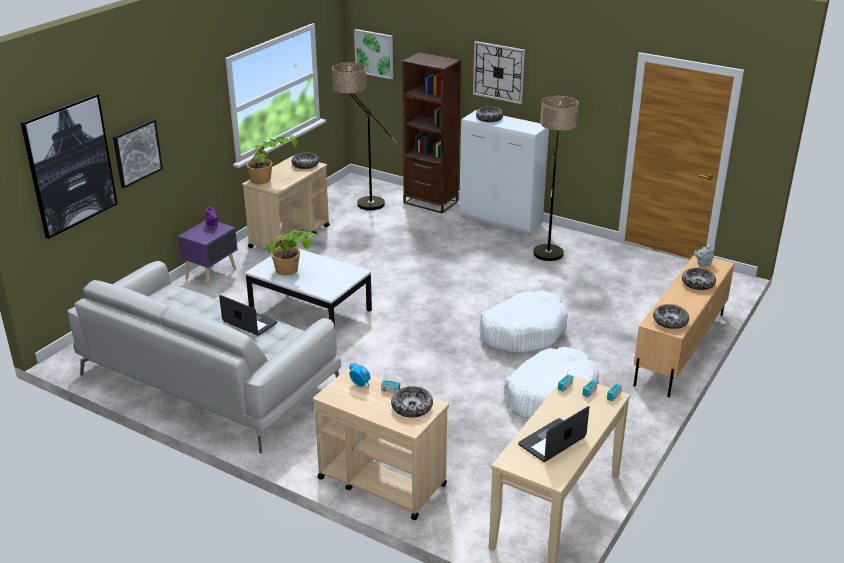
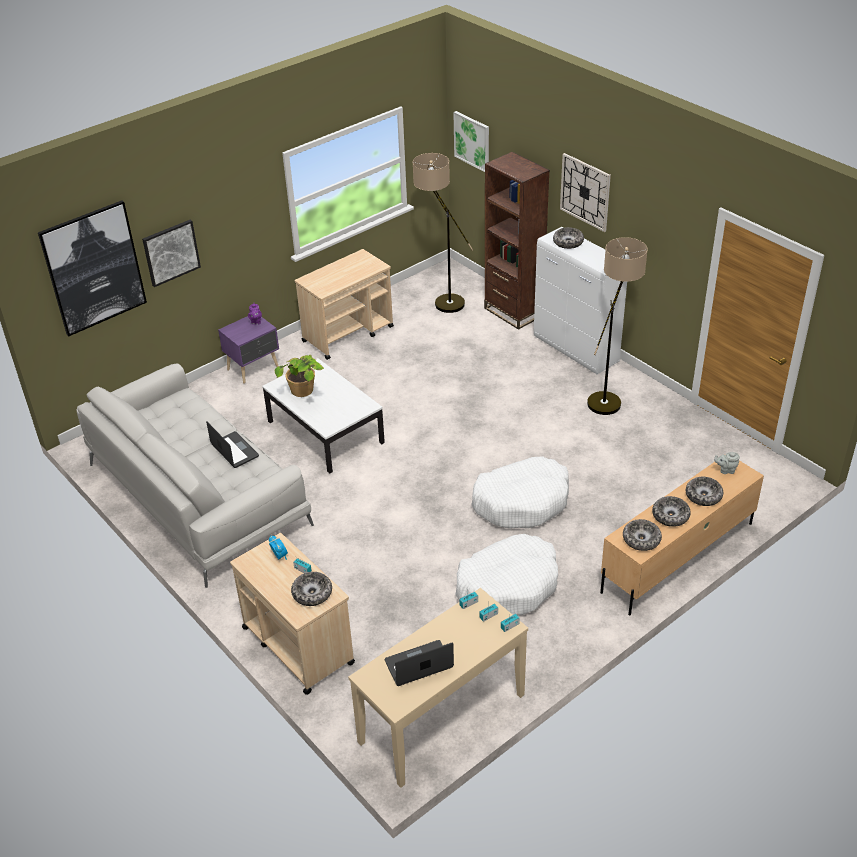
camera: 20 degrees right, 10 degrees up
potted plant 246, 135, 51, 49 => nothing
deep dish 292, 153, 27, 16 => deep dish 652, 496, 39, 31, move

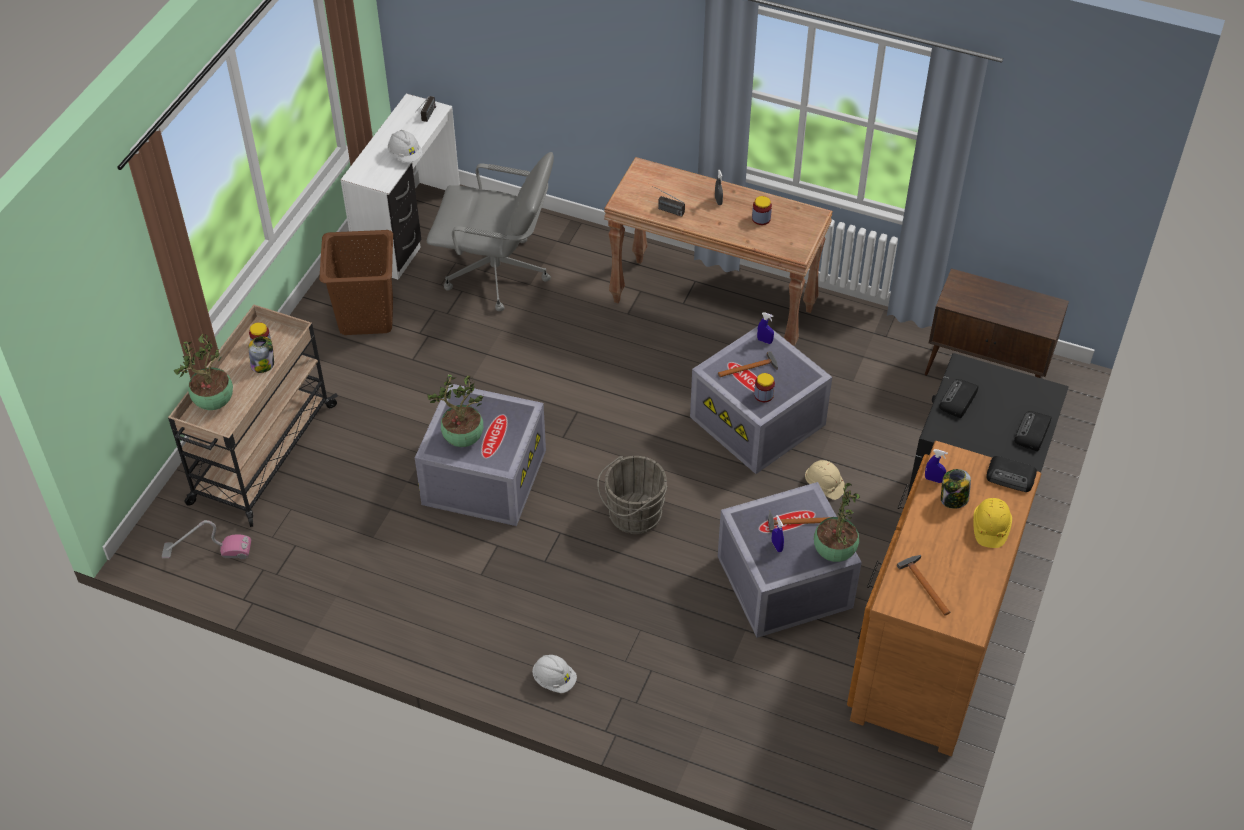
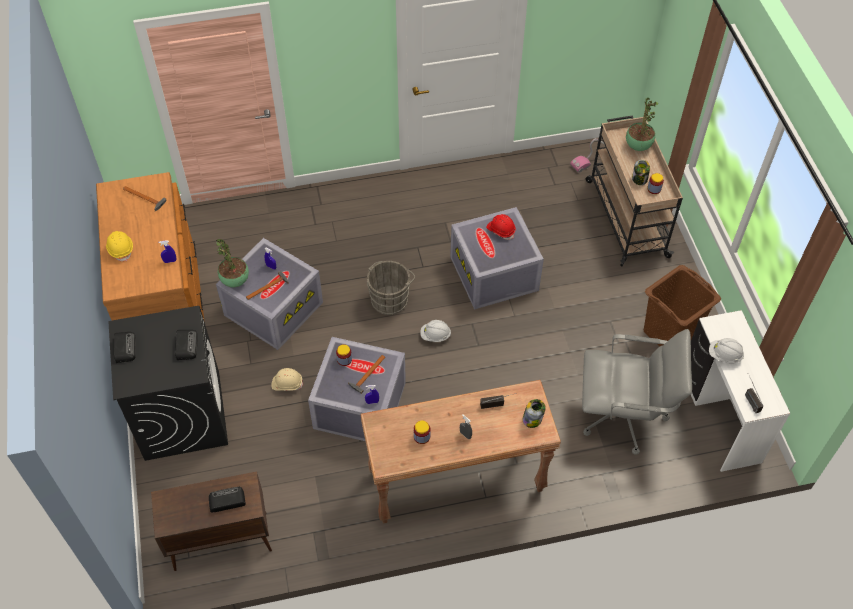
camera: 145 degrees right, 5 degrees up
gray desk chair 427, 152, 127, 159 => gray desk chair 582, 329, 110, 126, 150 degrees counterclockwise
potted plant 428, 374, 56, 73 => reddish safety helmet 486, 214, 30, 26
radio 986, 456, 51, 36 => radio 209, 487, 37, 26, move
jar 941, 469, 30, 40 => jar 523, 399, 23, 29, move
white safety helmet 532, 655, 45, 38 => white safety helmet 420, 320, 31, 22, move

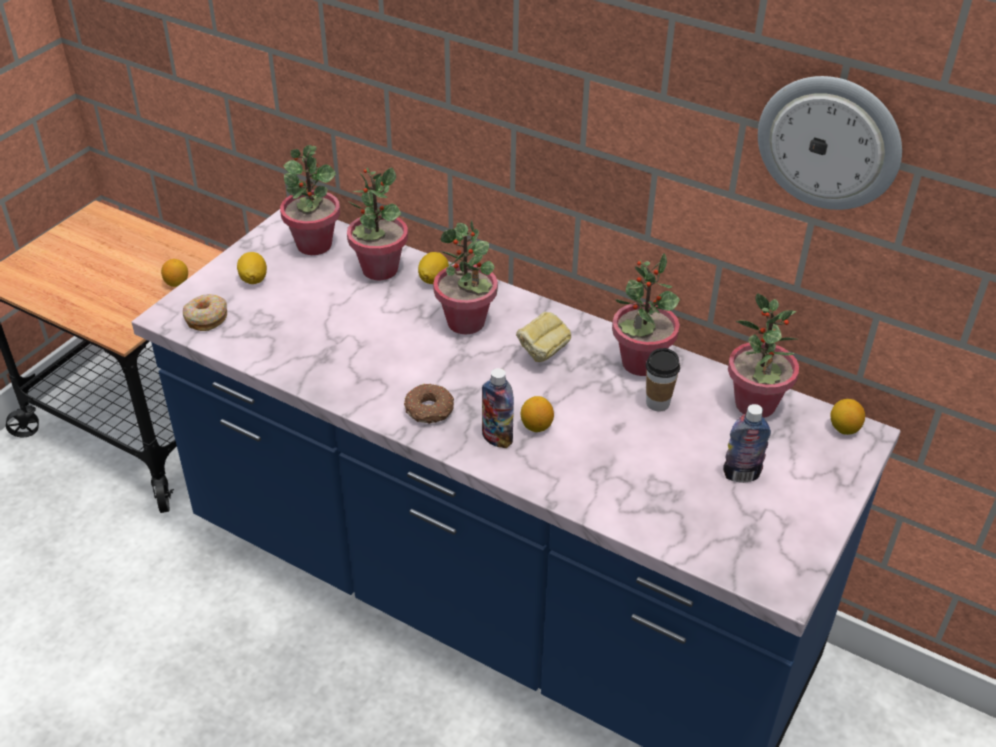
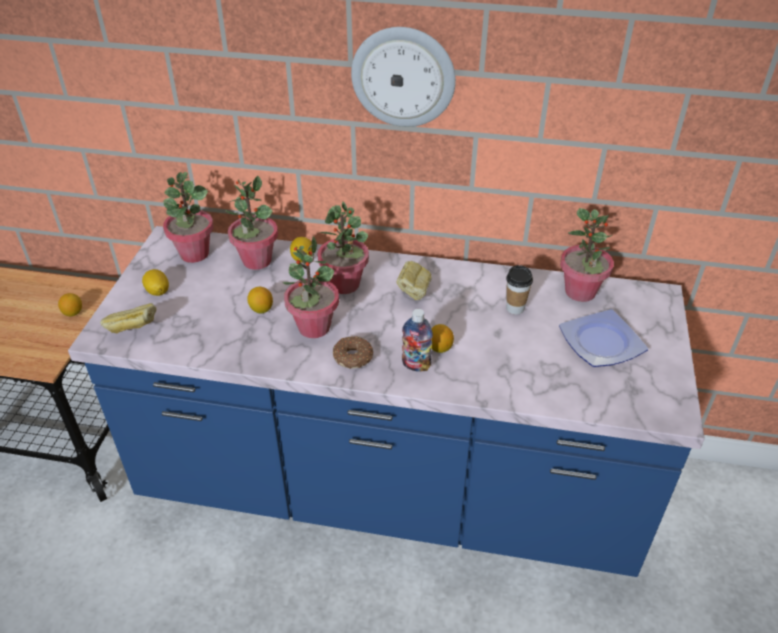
camera: 20 degrees left, 0 degrees up
wall clock 758, 76, 144, 134 => wall clock 351, 27, 105, 100, move
potted plant 612, 253, 68, 123 => potted plant 283, 236, 56, 102, move
ring doughnut 183, 294, 44, 37 => baked bread 100, 303, 56, 30
whole lemon 831, 399, 34, 36 => whole lemon 247, 287, 26, 27, move
drink bottle 723, 404, 48, 79 => dinner plate 559, 309, 89, 58

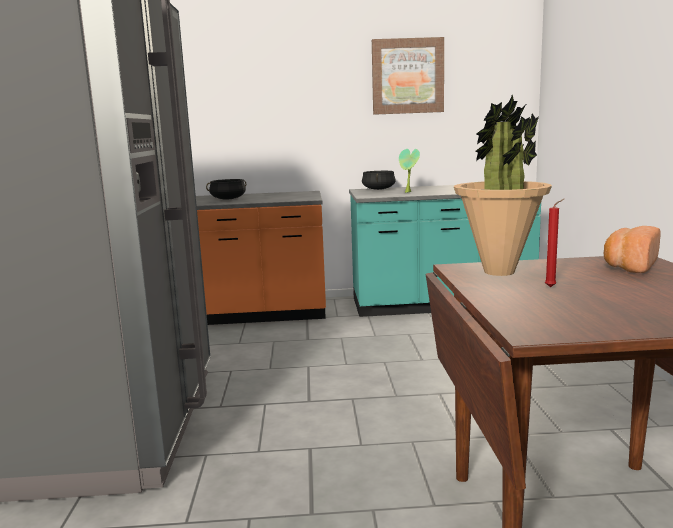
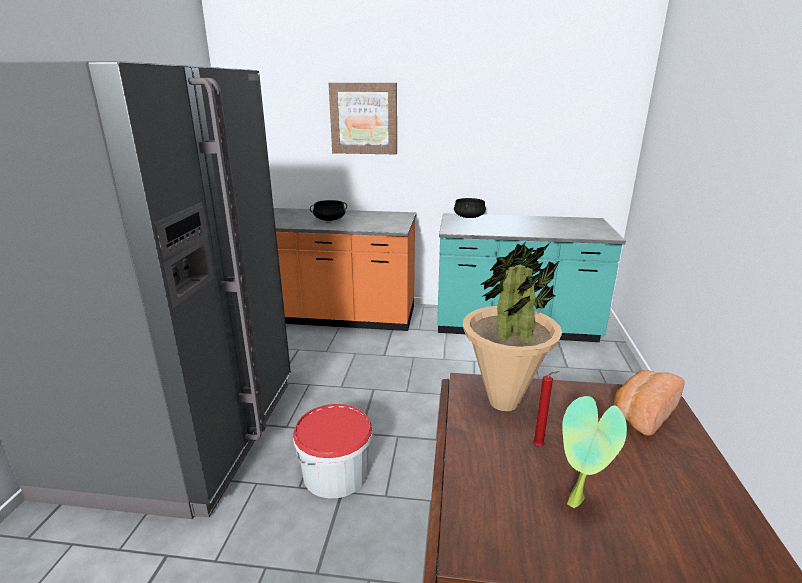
camera: 10 degrees right, 10 degrees up
picture 372, 37, 72, 78 => picture 328, 83, 69, 71, move
potted plant 399, 149, 21, 44 => potted plant 562, 396, 65, 112, move
nothing => bucket 293, 404, 80, 95

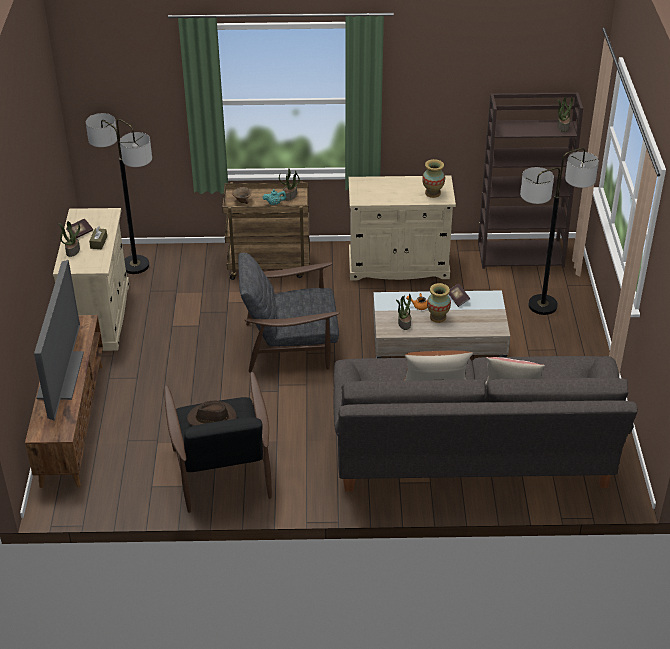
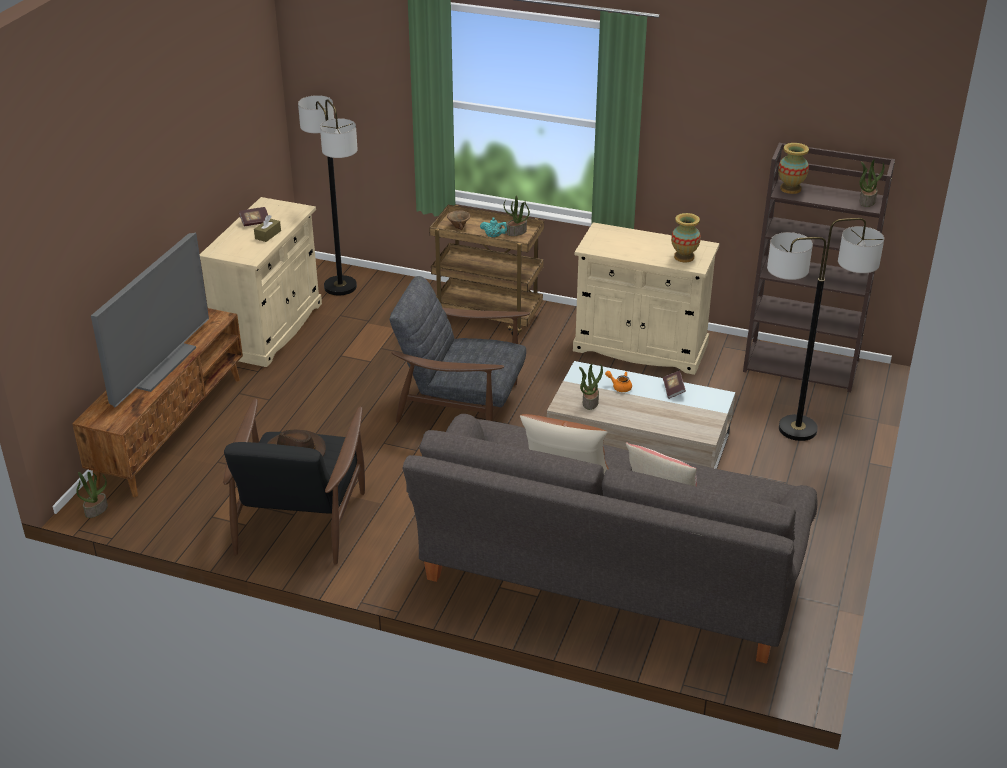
camera: 20 degrees right, 5 degrees down
potted plant 59, 221, 21, 36 => potted plant 76, 472, 32, 46, move
vase 427, 283, 24, 40 => vase 778, 143, 31, 51, move

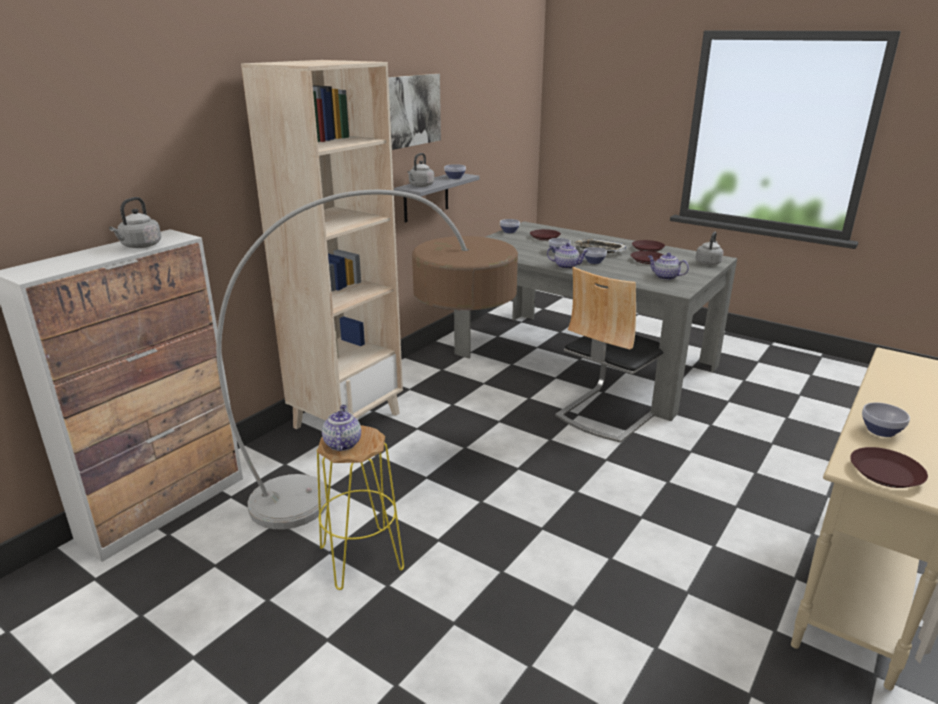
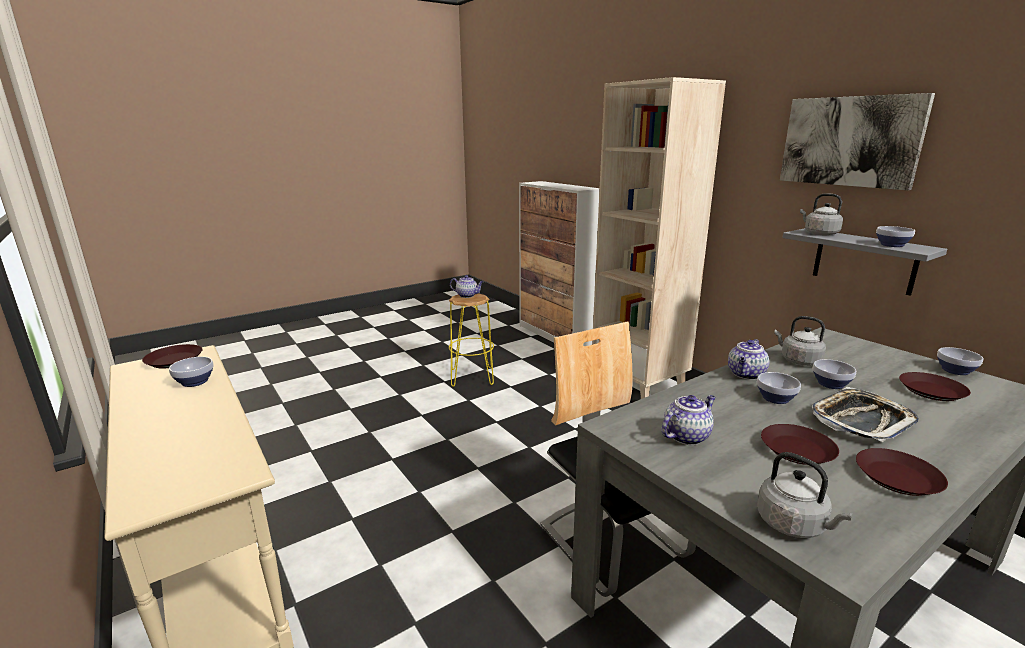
camera: 110 degrees right, 5 degrees down
floor lamp 216, 190, 302, 339 => nothing
gray tea kettle 109, 197, 52, 51 => gray tea kettle 774, 316, 52, 50, move

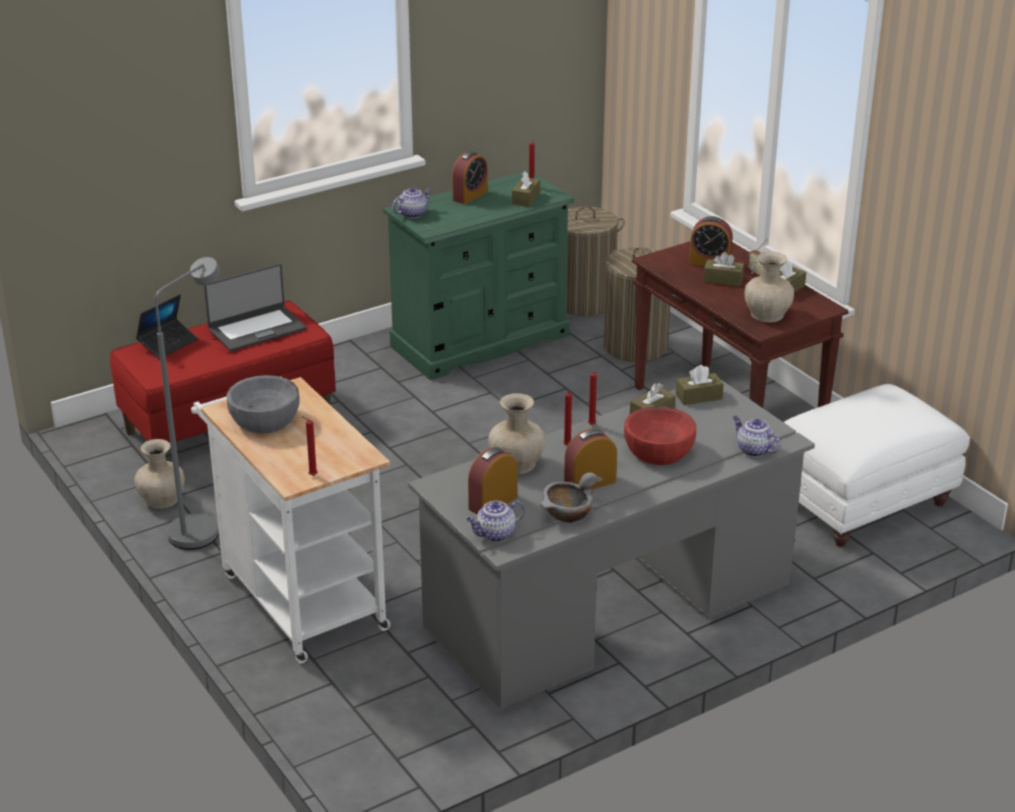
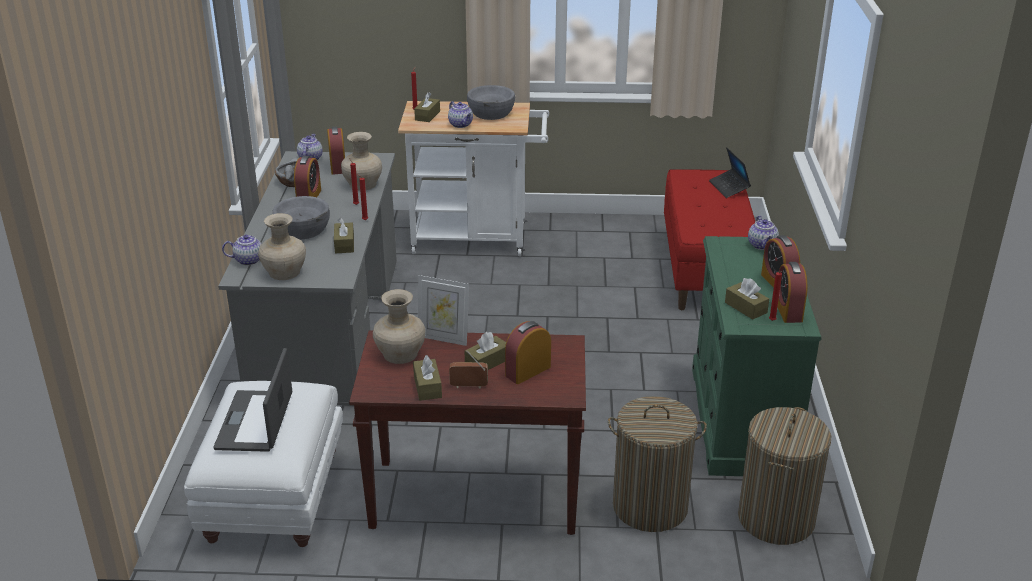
camera: 125 degrees right, 0 degrees up
gray floor lamp 155, 257, 66, 293 => nothing
portable computer 204, 263, 102, 88 => portable computer 213, 348, 80, 104, move
brown box of tissues 676, 365, 48, 40 => brown box of tissues 414, 92, 26, 30, move
reddish deep dish 624, 406, 72, 59 => gray deep dish 273, 196, 57, 43
beige-coloured vase 134, 439, 51, 70 => beige-coloured vase 258, 213, 48, 67, move
nothing => tea pot 448, 101, 25, 27
nothing => bedside clock 778, 262, 29, 61
nothing => photo frame 418, 275, 51, 71

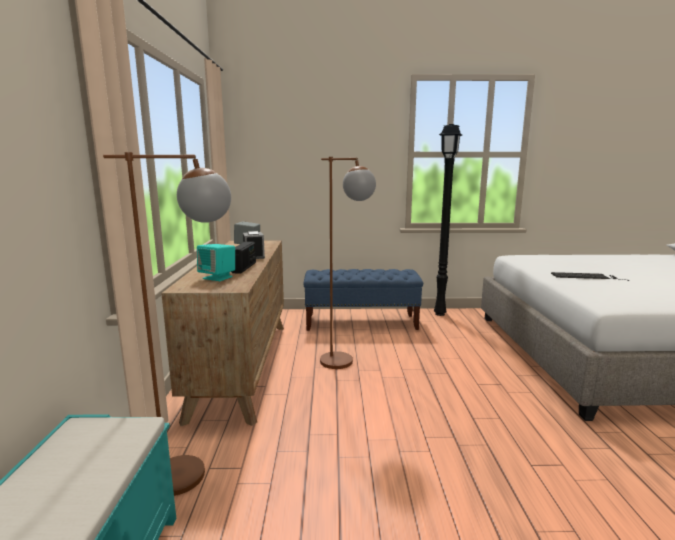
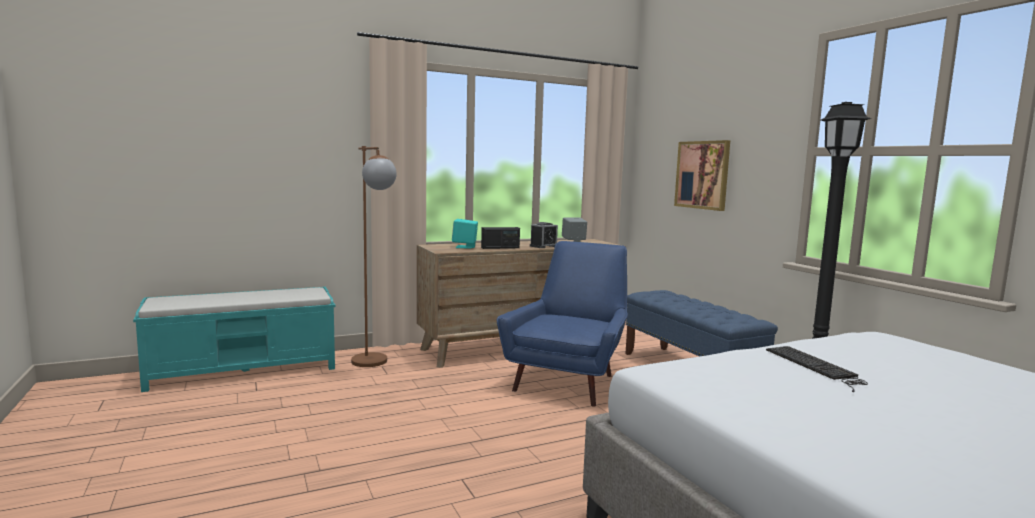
camera: 65 degrees right, 5 degrees down
brown floor lamp 320, 157, 56, 212 => blue-coloured lounge chair 496, 241, 132, 166
nothing => picture 674, 140, 56, 71

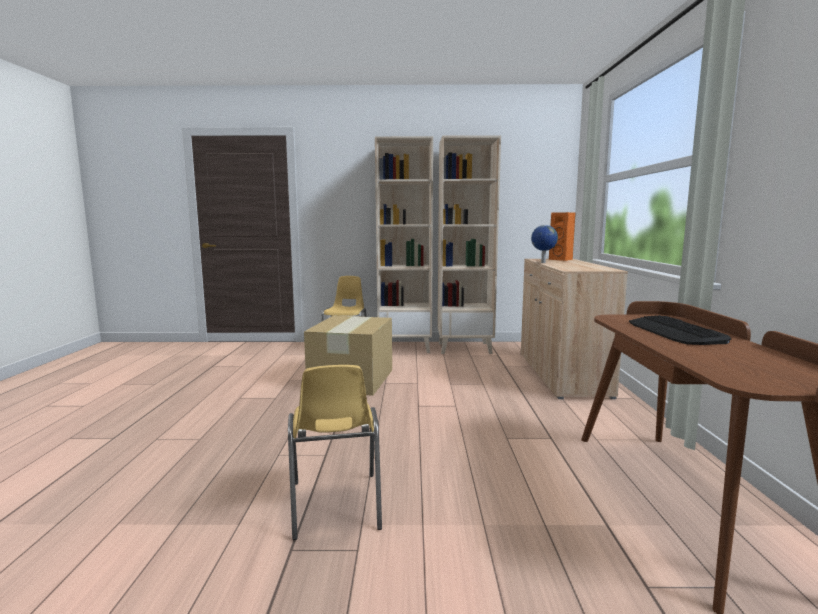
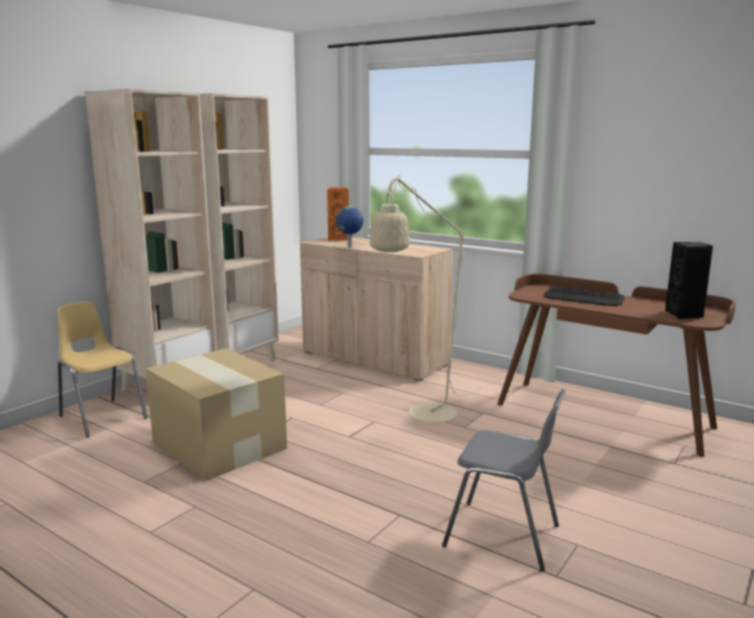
camera: 55 degrees left, 5 degrees up
yellow-coloured plain chair 288, 365, 94, 175 => gray plain chair 442, 389, 125, 182
nothing => beige-coloured floor lamp 370, 175, 133, 248
nothing => black-coloured loudspeaker 665, 242, 48, 77

